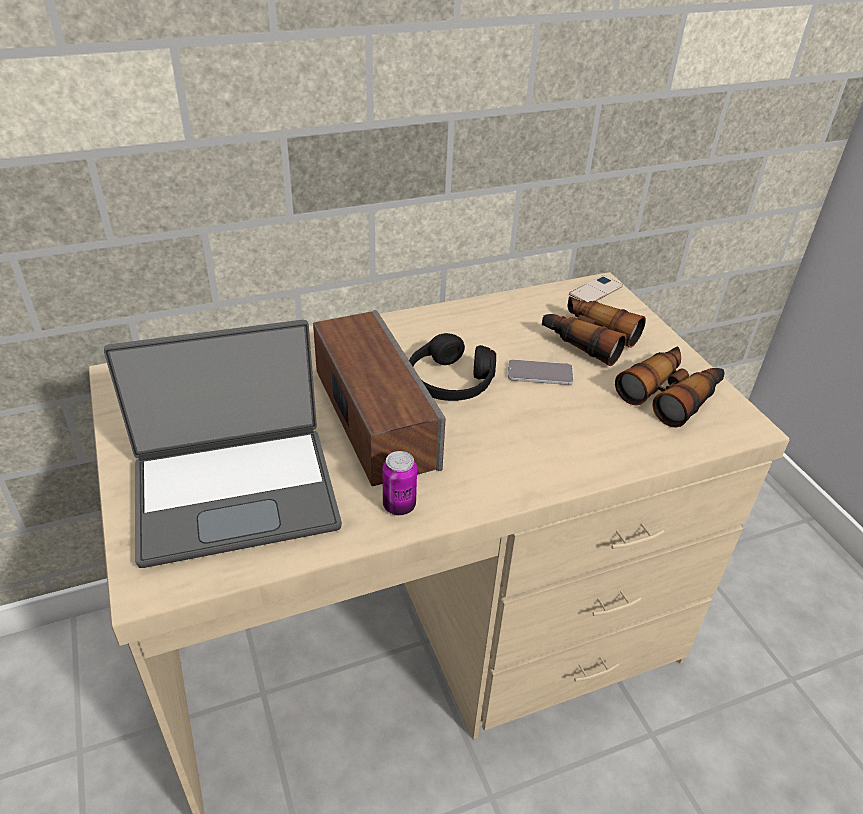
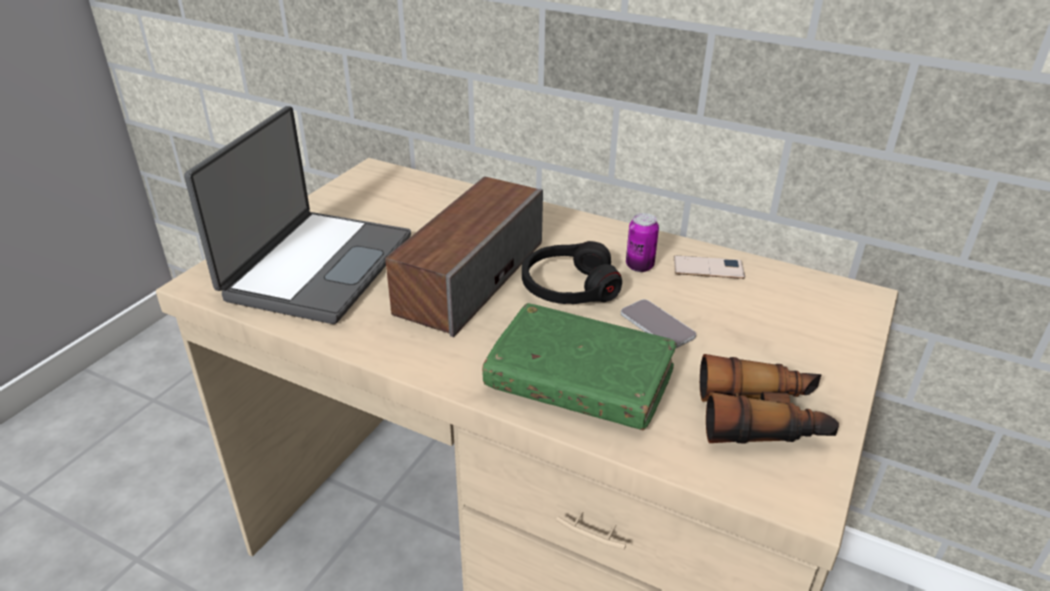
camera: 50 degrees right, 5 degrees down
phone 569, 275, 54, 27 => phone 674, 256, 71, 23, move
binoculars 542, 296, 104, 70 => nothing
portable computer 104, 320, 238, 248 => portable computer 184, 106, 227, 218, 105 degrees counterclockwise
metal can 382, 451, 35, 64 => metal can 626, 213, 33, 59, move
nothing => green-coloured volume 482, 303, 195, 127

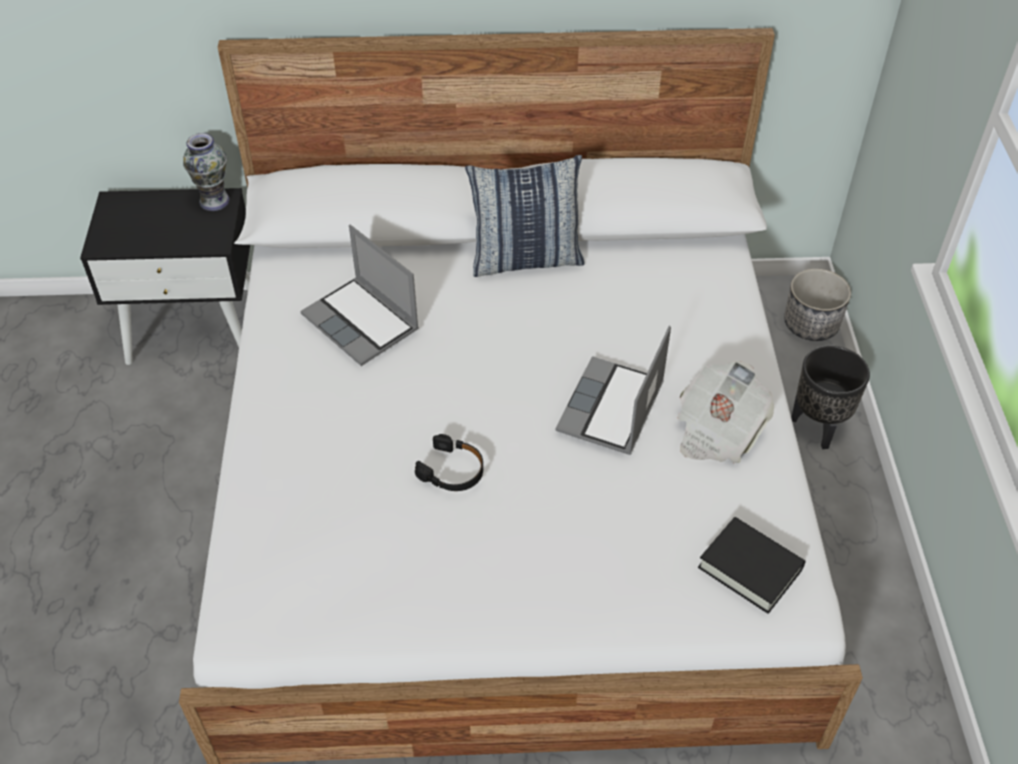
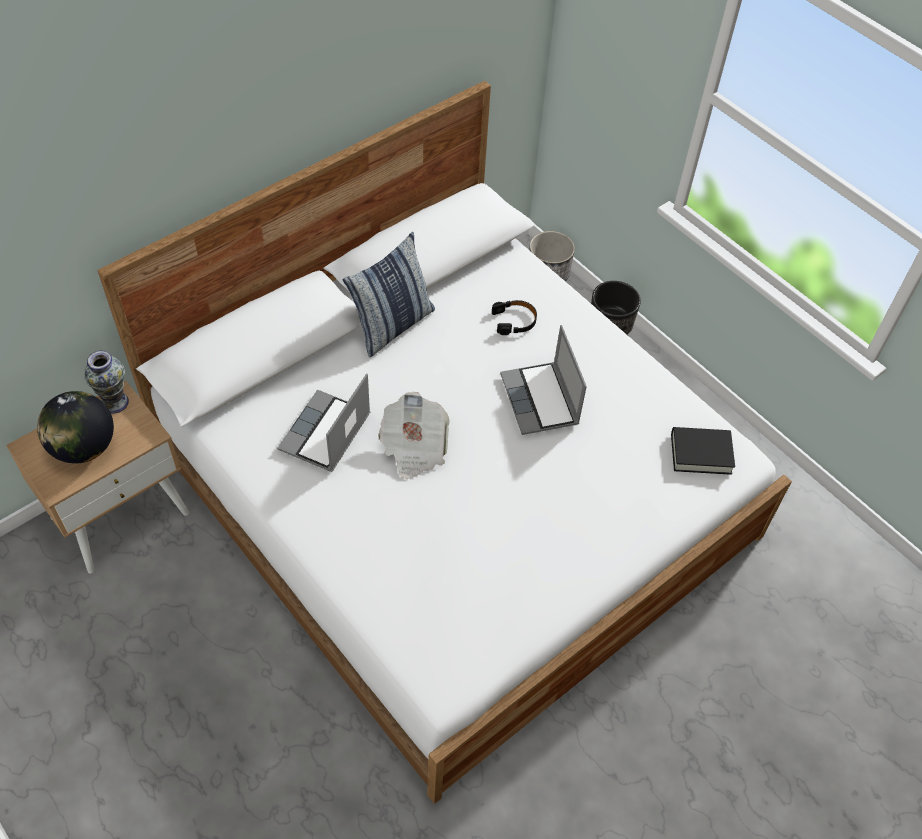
camera: 40 degrees left, 5 degrees up
black-coloured nightstand 80, 188, 170, 177 => beige-coloured nightstand 6, 381, 183, 193
portable computer 301, 224, 118, 142 => portable computer 277, 373, 93, 99, 105 degrees clockwise
newspaper 677, 361, 97, 102 => newspaper 378, 392, 72, 87, move
black-coloured headset 415, 434, 68, 57 => black-coloured headset 492, 300, 45, 35, move
nothing => globe 37, 391, 77, 73

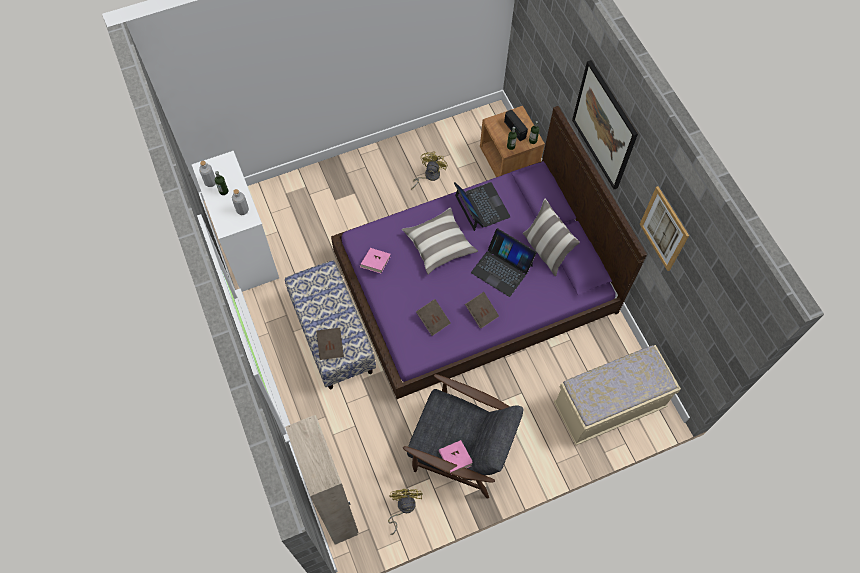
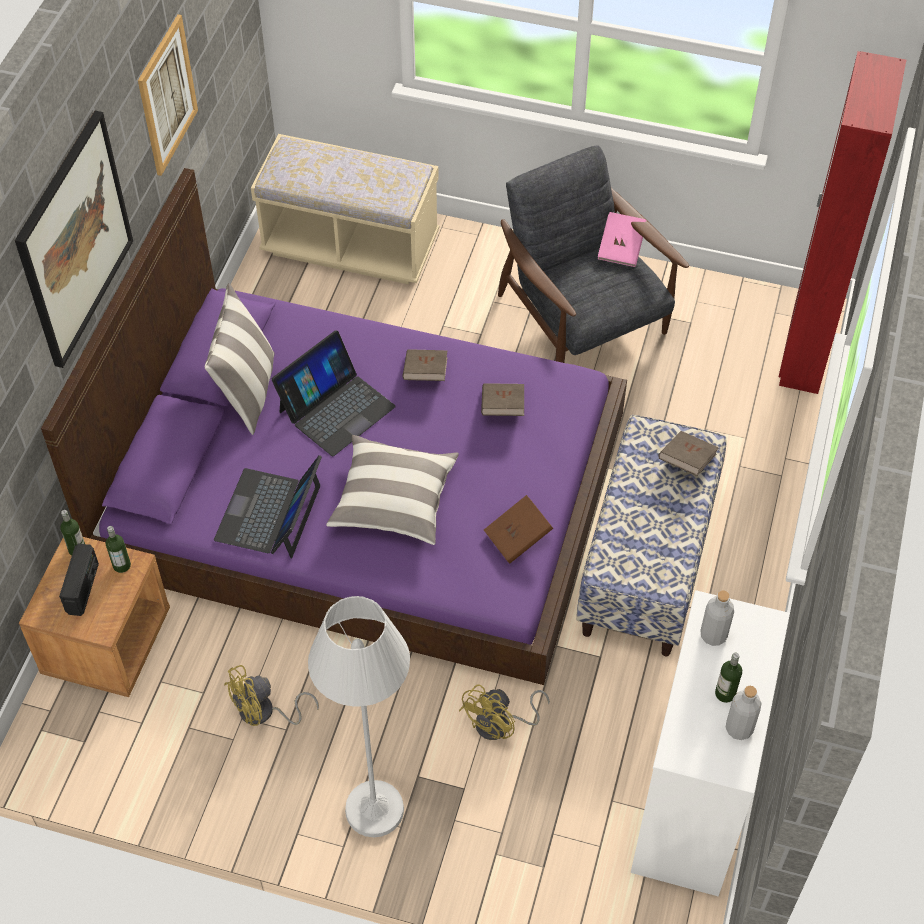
camera: 140 degrees left, 10 degrees down
portable computer 471, 228, 66, 69 => portable computer 271, 330, 125, 126, 60 degrees clockwise
pink-coloured volume 360, 248, 31, 25 => brown volume 484, 495, 69, 69
beige-coloured armoire 285, 415, 74, 130 => reddish armoire 779, 51, 127, 343
yellow-coloured fan 388, 489, 35, 46 => yellow-coloured fan 459, 684, 91, 56, move
nothing => white floor lamp 308, 596, 102, 241

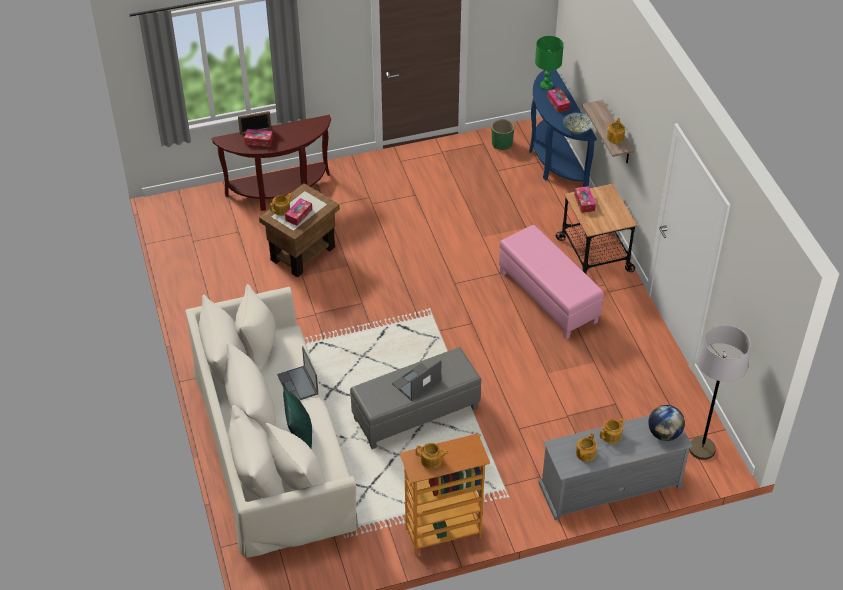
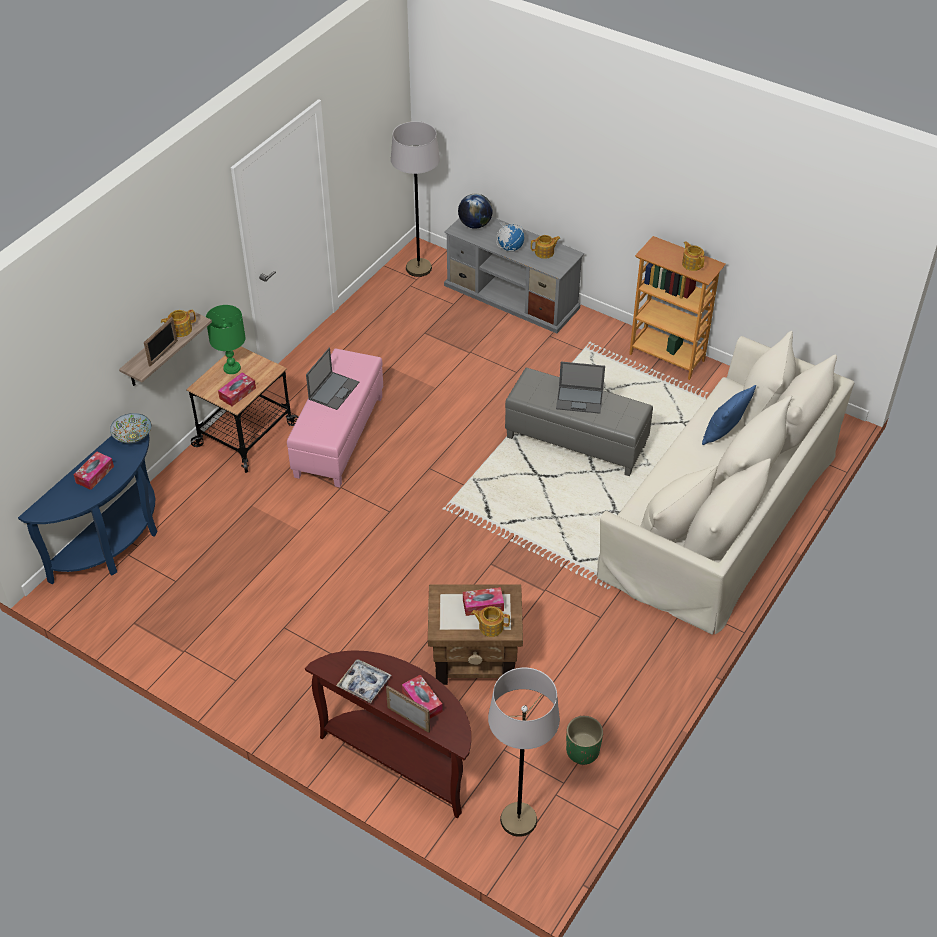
camera: 130 degrees left, 0 degrees up
green-coloured table lamp 535, 36, 29, 54 => green-coloured table lamp 206, 305, 40, 69, move
green-coloured plant pot 492, 119, 22, 31 => green-coloured plant pot 566, 716, 37, 49, move
portable computer 277, 346, 41, 55 => portable computer 306, 348, 53, 62, move
green-coloured pillow 283, 387, 29, 61 => blue-coloured pillow 702, 385, 54, 60
tea pot 600, 418, 26, 26 => globe 497, 222, 27, 30
nothing => photo frame 144, 317, 34, 49
nothing => carrying tray 336, 659, 56, 44
nothing => gray floor lamp 488, 667, 72, 170

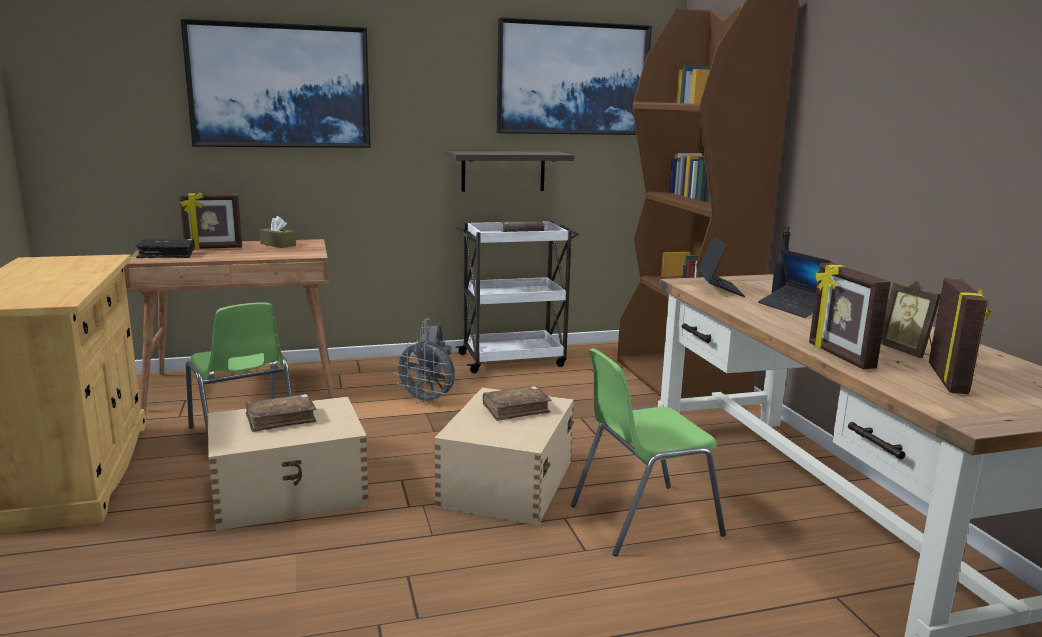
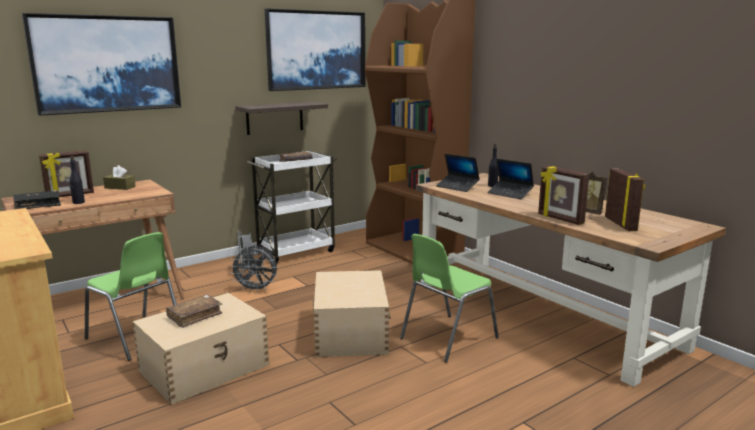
camera: 20 degrees left, 0 degrees up
portable computer 697, 235, 48, 62 => portable computer 436, 154, 44, 38, 150 degrees clockwise
brown volume 483, 386, 69, 35 => nothing
nothing => black-coloured drink bottle 70, 156, 15, 48

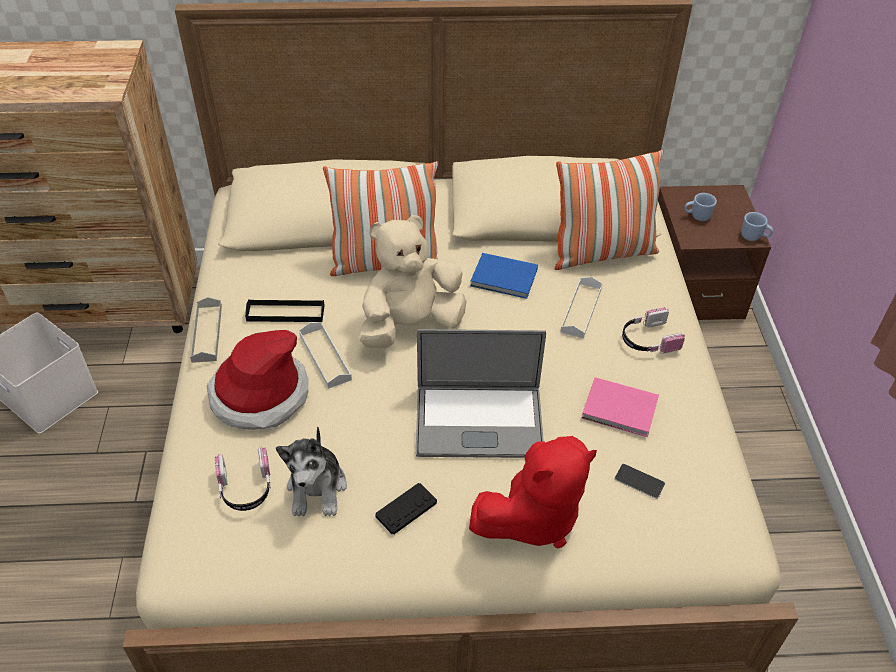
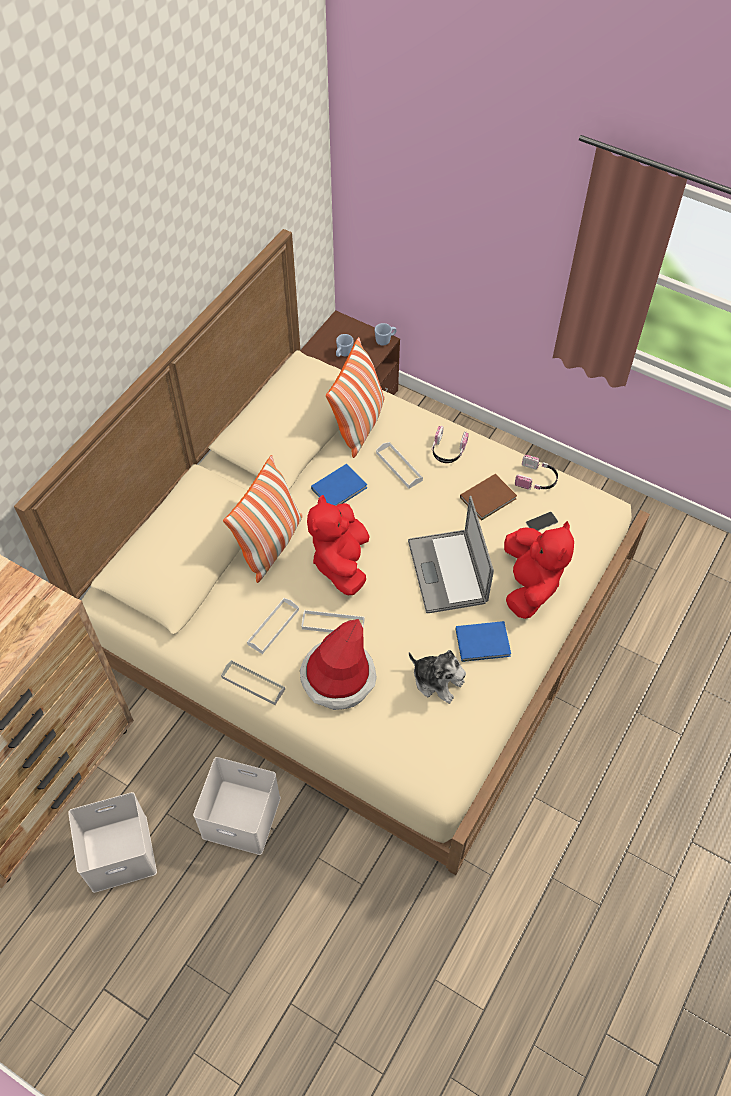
camera: 55 degrees left, 10 degrees up
beige-coloured plush toy 358, 215, 108, 133 => reddish plush toy 307, 495, 63, 100
black-coloured carrying tray 245, 299, 80, 23 => white carrying tray 247, 598, 52, 56
portable computer 416, 329, 130, 129 => portable computer 408, 496, 86, 117, 135 degrees clockwise
pink-coloured volume 582, 377, 77, 60 => brown volume 460, 474, 57, 47
headset 215, 446, 56, 65 => headset 515, 455, 43, 35, move
black-coloured game controller 375, 483, 62, 51 => blue-coloured volume 456, 621, 55, 41
nothing => white storage bin 193, 757, 88, 98

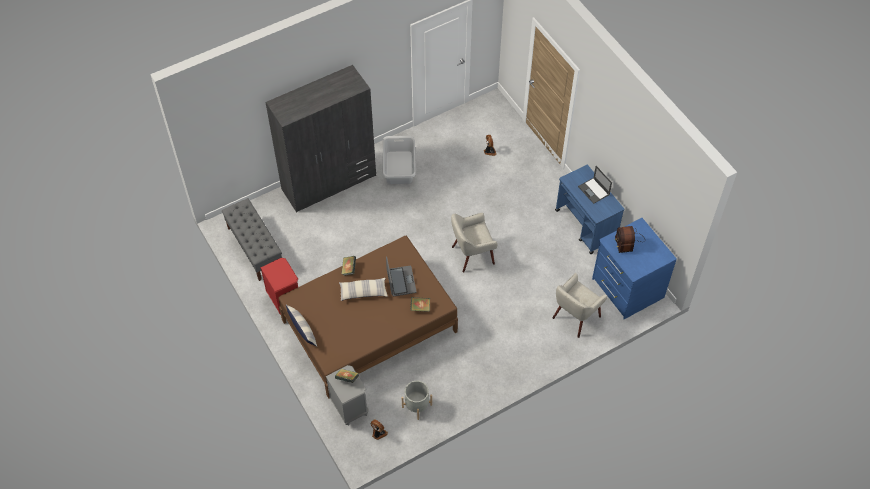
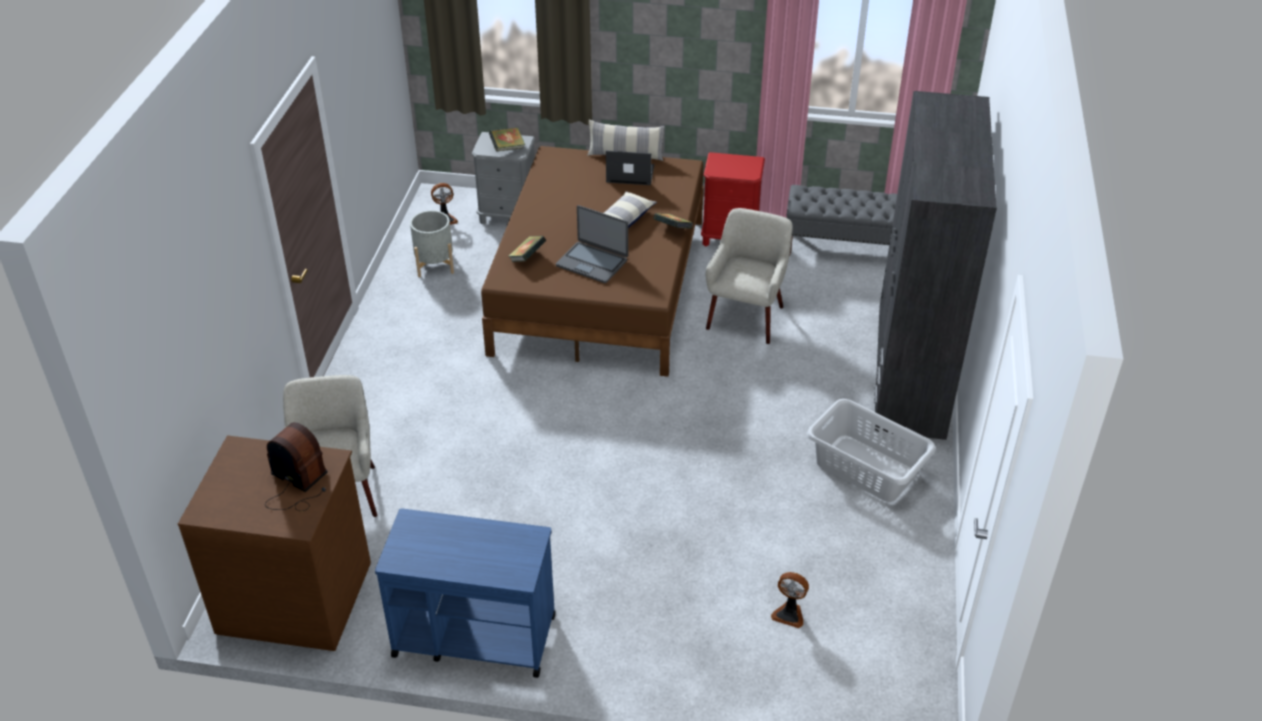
camera: 130 degrees right, 15 degrees down
portable computer 578, 166, 34, 38 => portable computer 606, 151, 48, 34, move
beige-coloured lounge chair 451, 213, 47, 60 => beige-coloured lounge chair 706, 208, 87, 136, move
blue-coloured dresser 592, 218, 85, 101 => brown dresser 178, 435, 193, 216

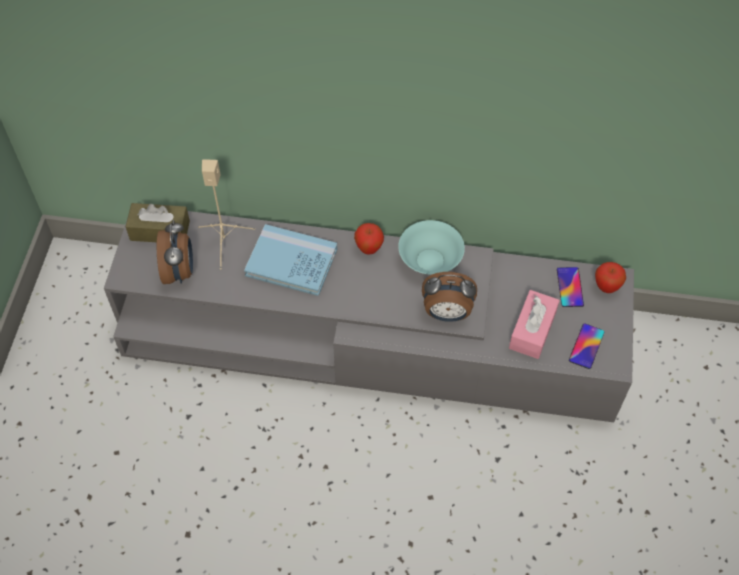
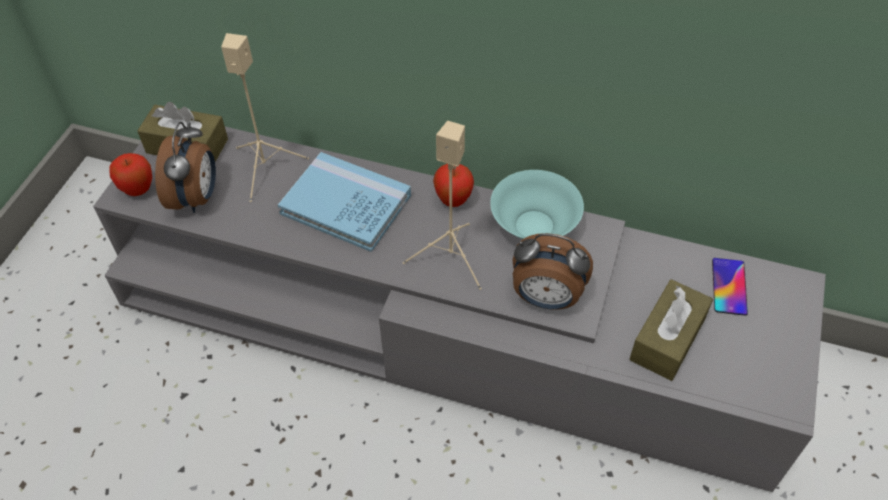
camera: 10 degrees right, 5 degrees down
apple fruit 595, 262, 31, 31 => apple fruit 109, 153, 43, 43, move
pink-coloured box of tissues 509, 290, 51, 69 => brown box of tissues 630, 279, 83, 102
phone 569, 323, 35, 46 => nothing
nothing => beige-coloured loudspeaker 403, 121, 79, 169

